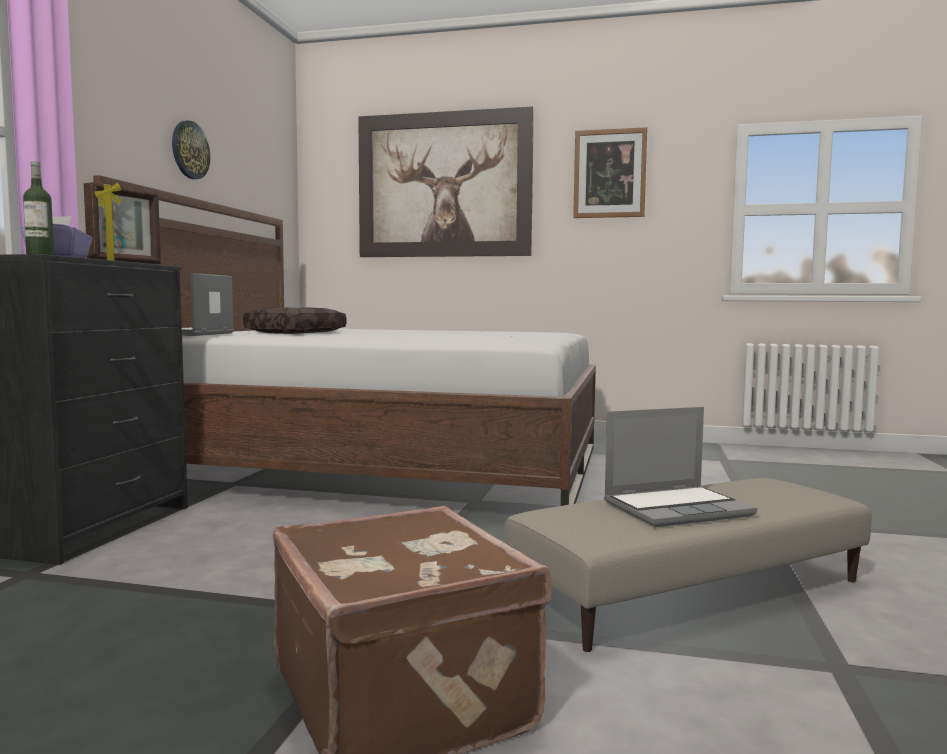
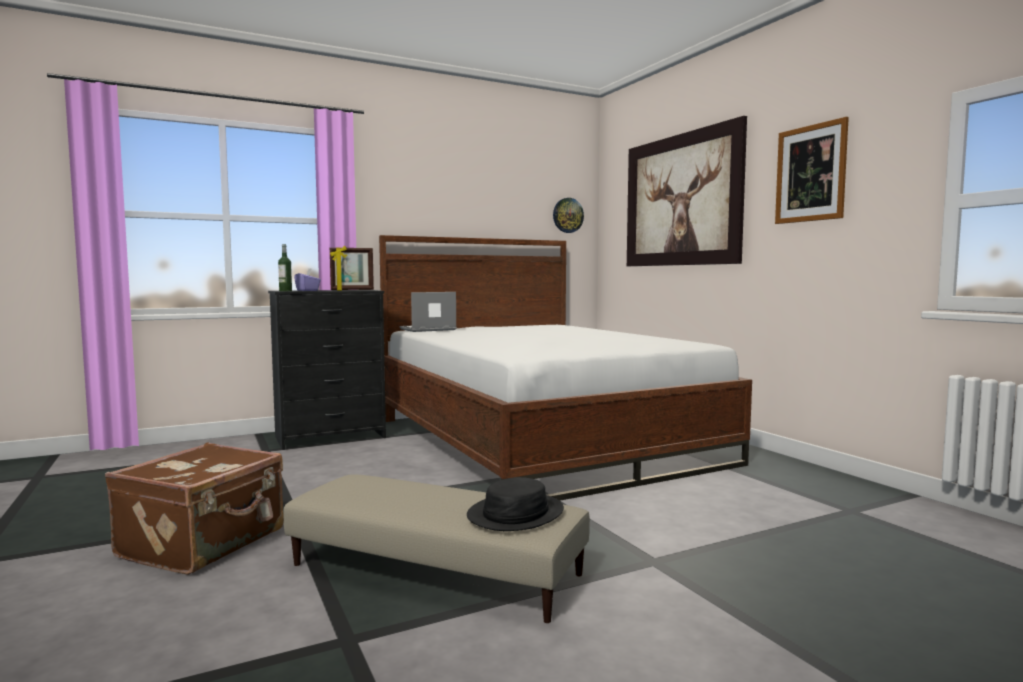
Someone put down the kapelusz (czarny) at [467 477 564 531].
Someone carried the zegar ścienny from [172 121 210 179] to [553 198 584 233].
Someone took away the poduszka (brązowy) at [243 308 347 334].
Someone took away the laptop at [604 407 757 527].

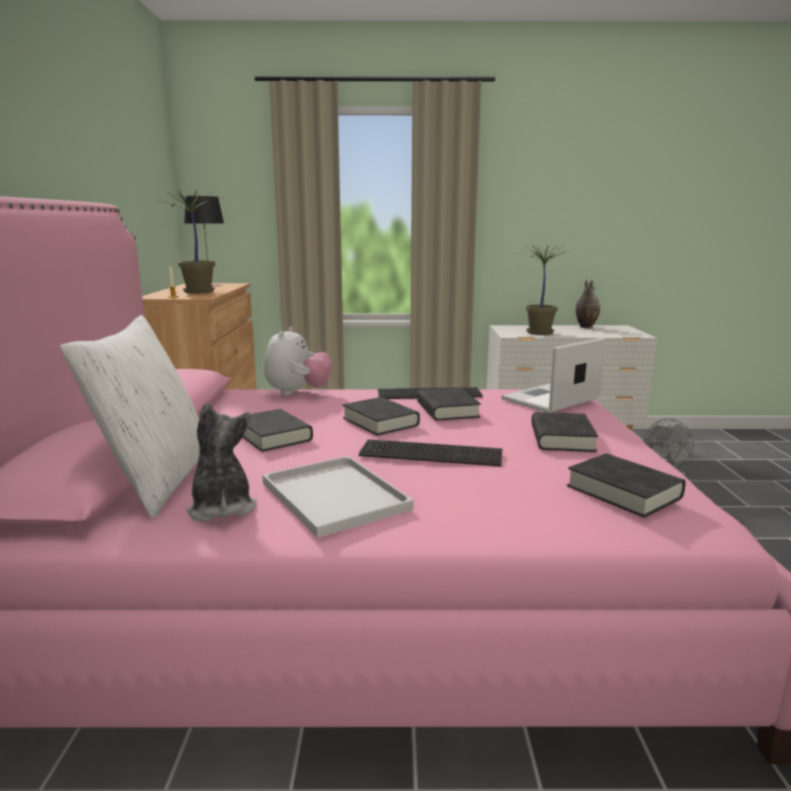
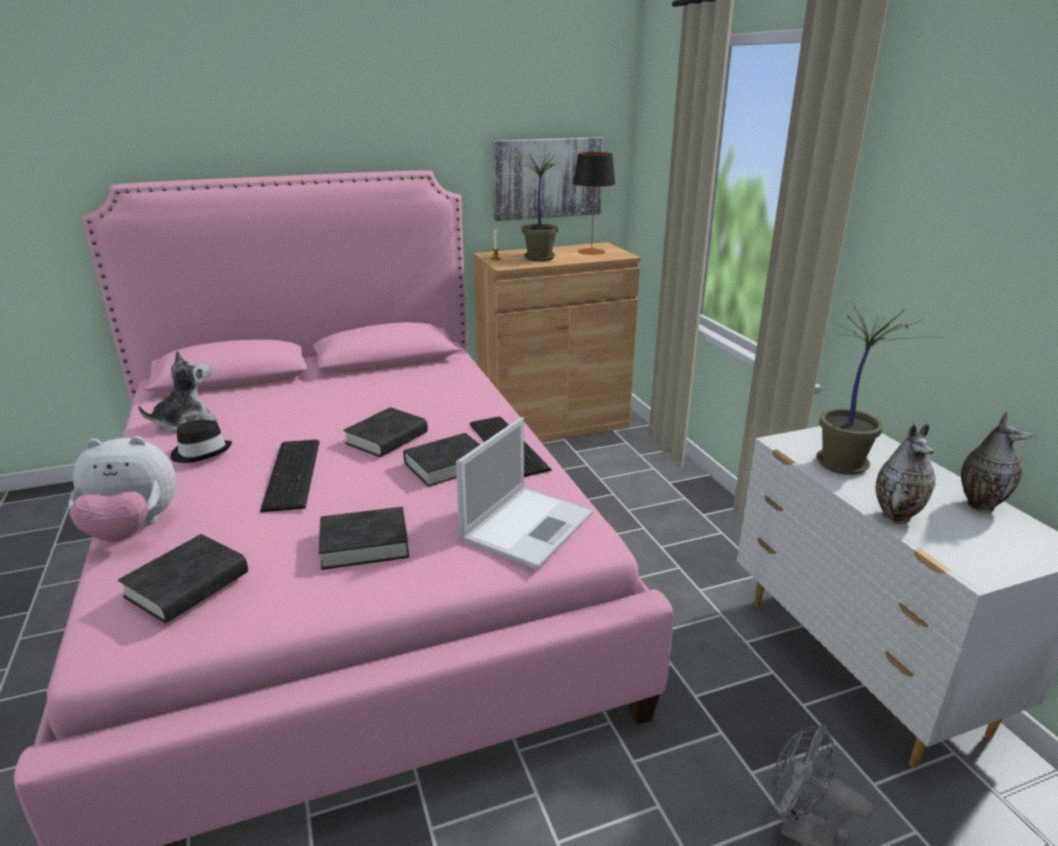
Someone carried the pluszak from [264 327 332 396] to [69 436 176 542].
Someone swapped the taca (biały) at [262 456 414 538] for the kapelusz (czarny) at [170 420 232 463].
Someone rotated the laptop at [501 338 606 412] by 90 degrees clockwise.
Someone put up the obraz at [492 137 604 221].
Someone put down the wazon at [875 423 936 524].
Someone took away the poduszka (biały) at [60 315 200 518].
Someone took away the książka (czarny) at [234 409 313 452].

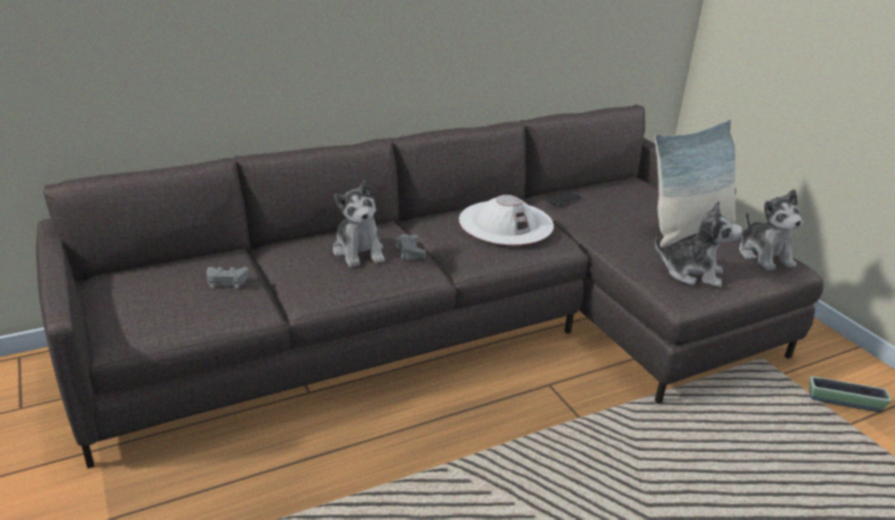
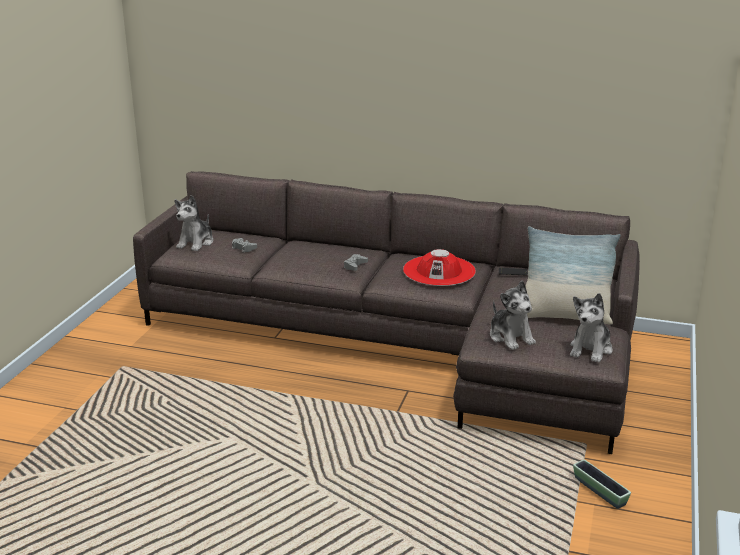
Someone carried the pluszak from [333 180 385 267] to [175 195 213 251].
Someone repainted the kapelusz (biały) at [459 195 554 245], which became the kapelusz (czerwony) at [403 249 476 286].

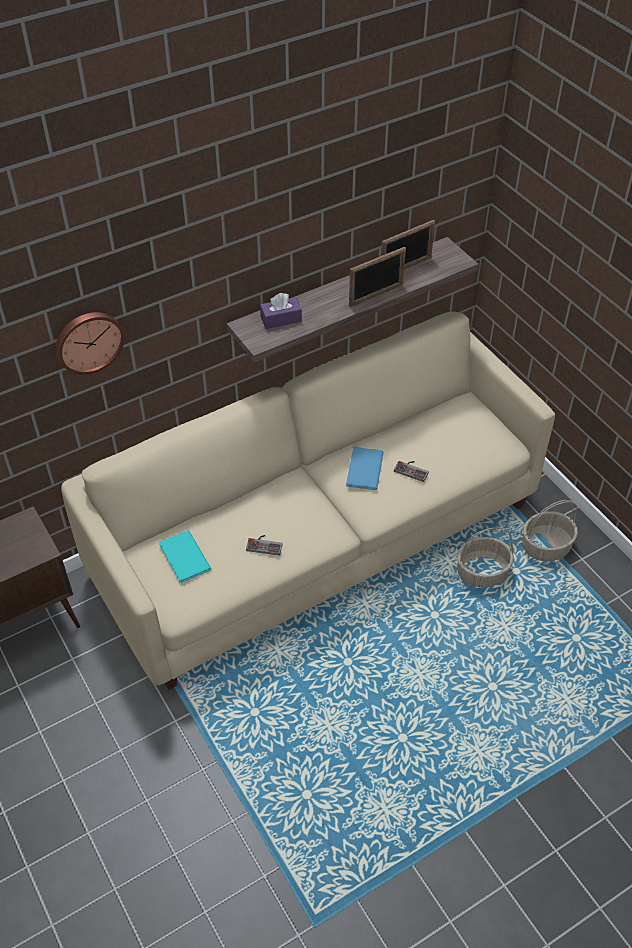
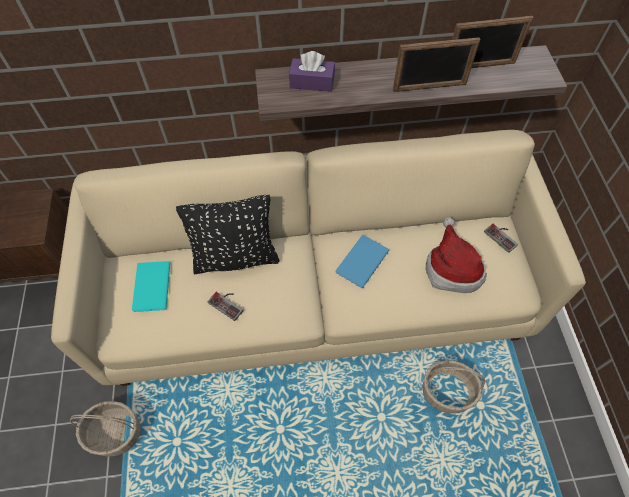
Someone carried the koszyk from [522 500 578 561] to [70 401 141 457].
Someone put down the poduszka (czarny) at [176 194 279 275].
Someone put down the kapelusz at [426 217 487 293].
Someone carried the pad do gier from [394 461 429 482] to [484 224 518 253].
Someone took away the zegar ścienny at [56 312 125 375].

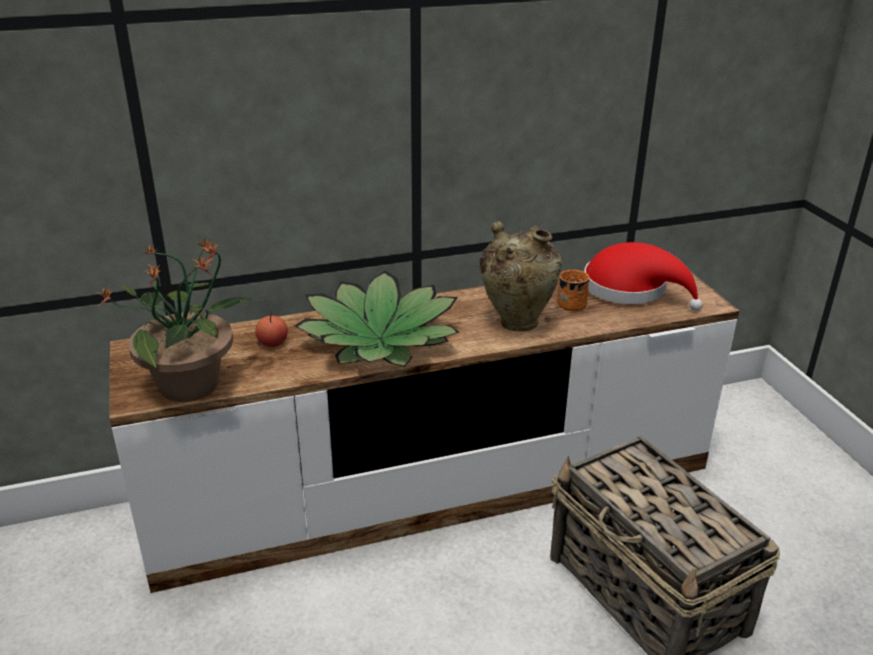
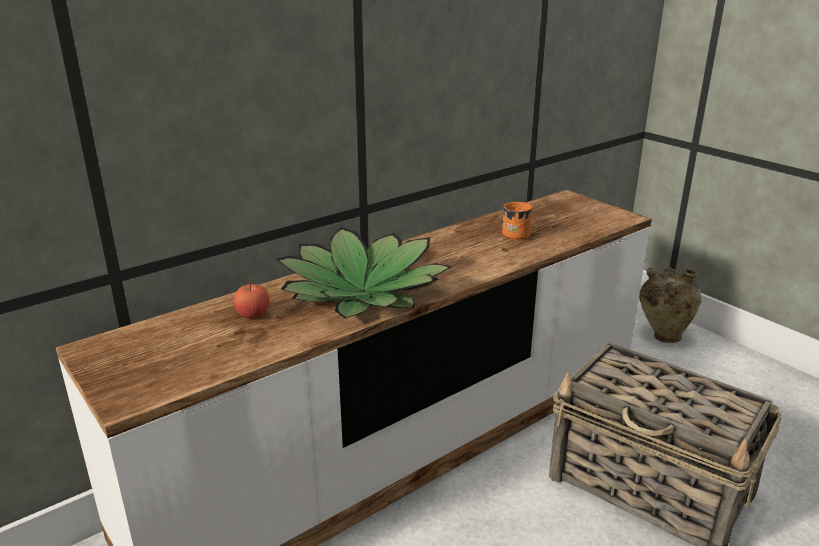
Someone carried the wazon (beżowy) from [480 221 562 331] to [639 267 701 343].
Someone took away the roślina doniczkowa at [95 238 253 402].
Someone took away the kapelusz (czerwony) at [584 242 703 311].

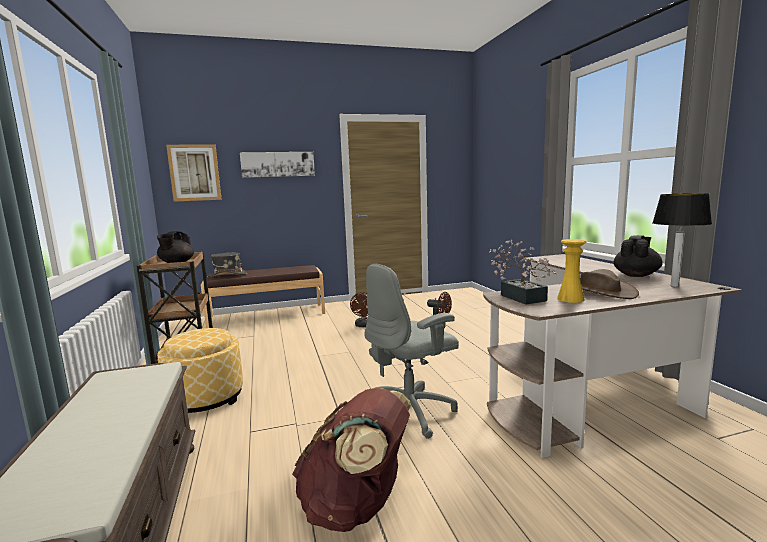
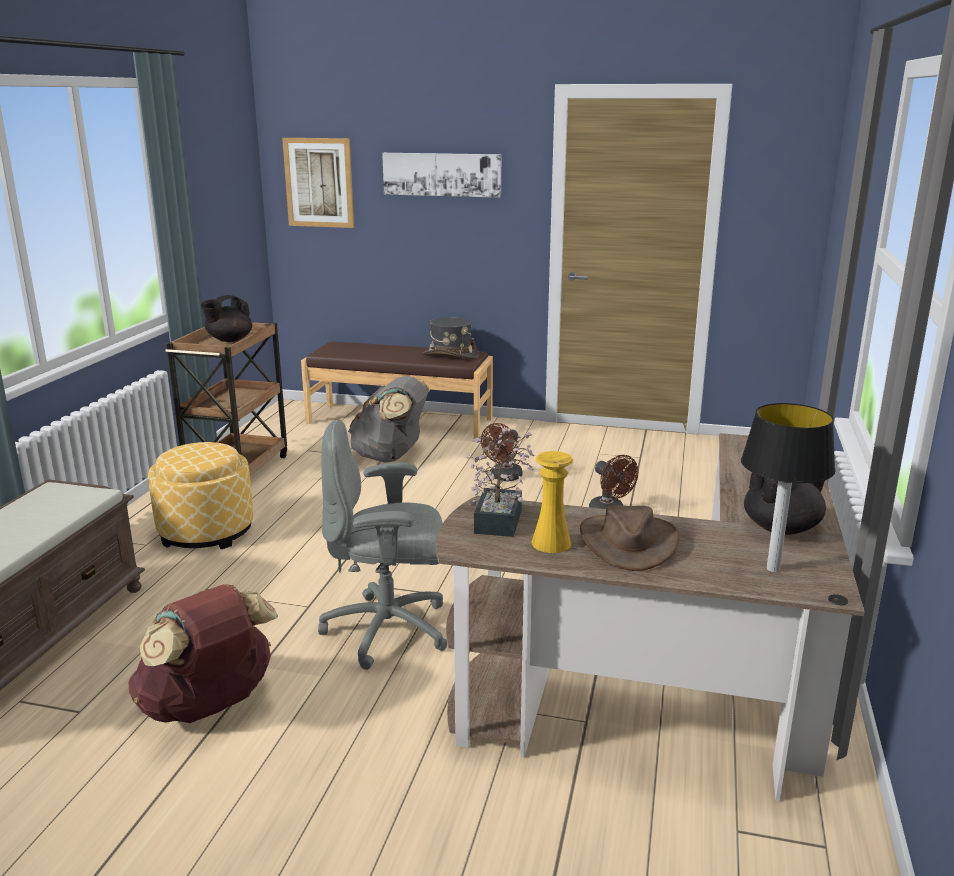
Someone put down the plecak (szary) at [348 376 430 463].
Someone carried the kapelusz (szary) from [208 253 247 277] to [423 318 480 359].

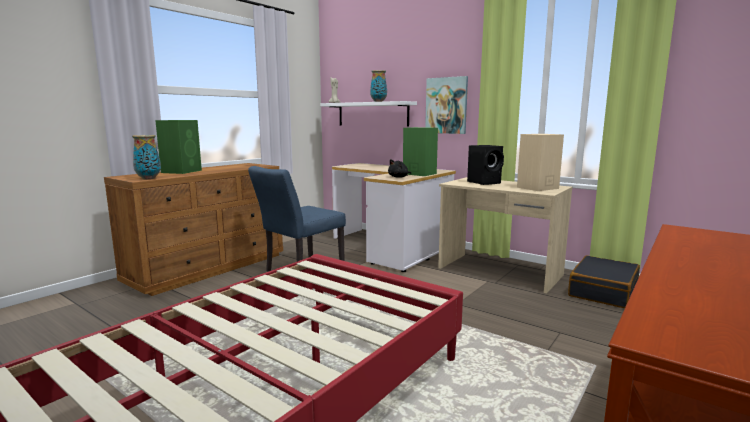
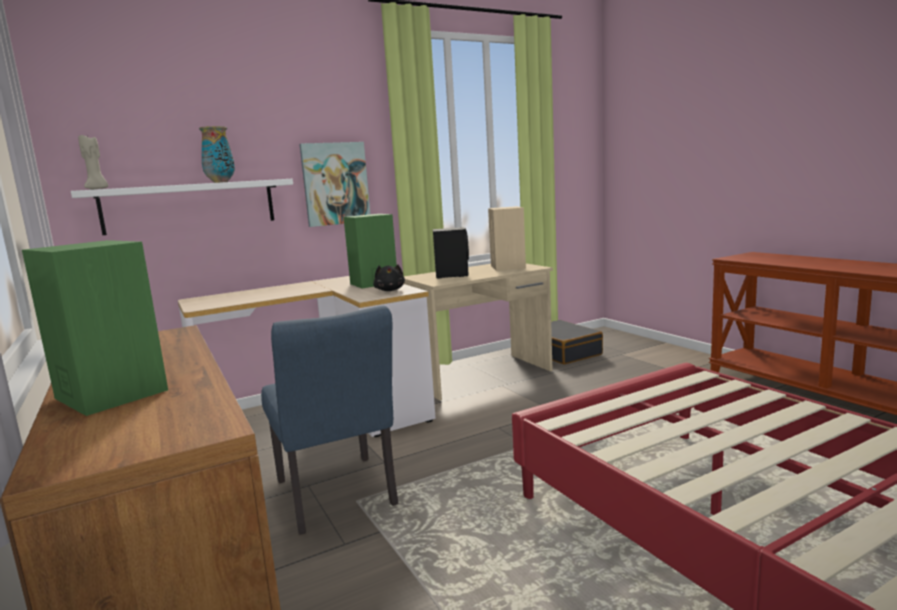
Someone took away the wazon at [132 135 161 179].

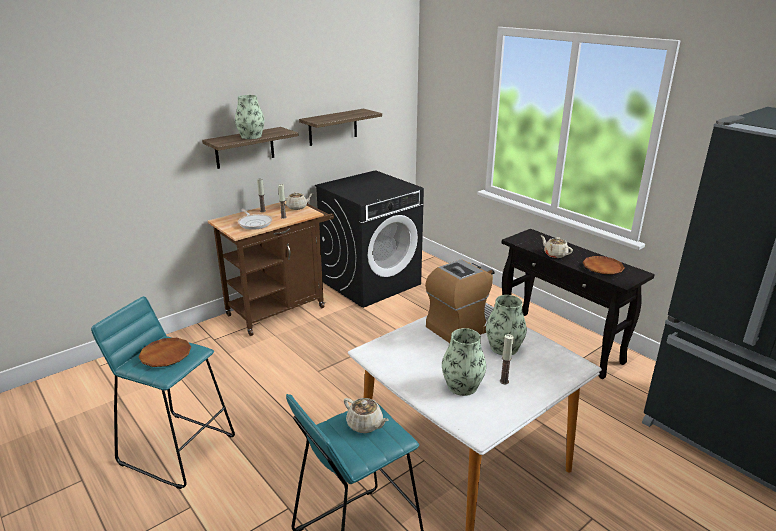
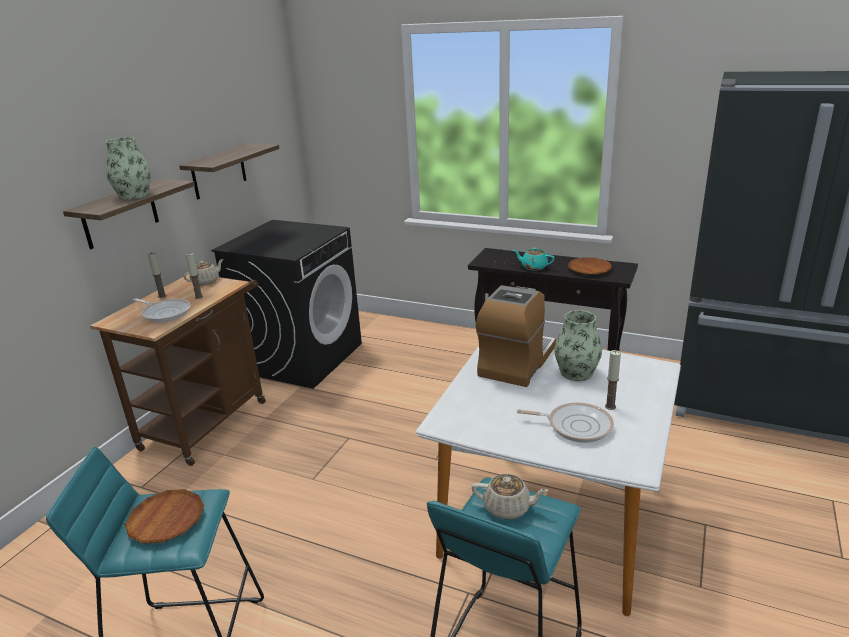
Someone repainted the imbryk (beżowy) at [541 235 573 258], which became the imbryk (turkusowy) at [513 248 555 271].
Someone swapped the wazon at [442 328 486 396] for the patelnia at [517 403 614 443].

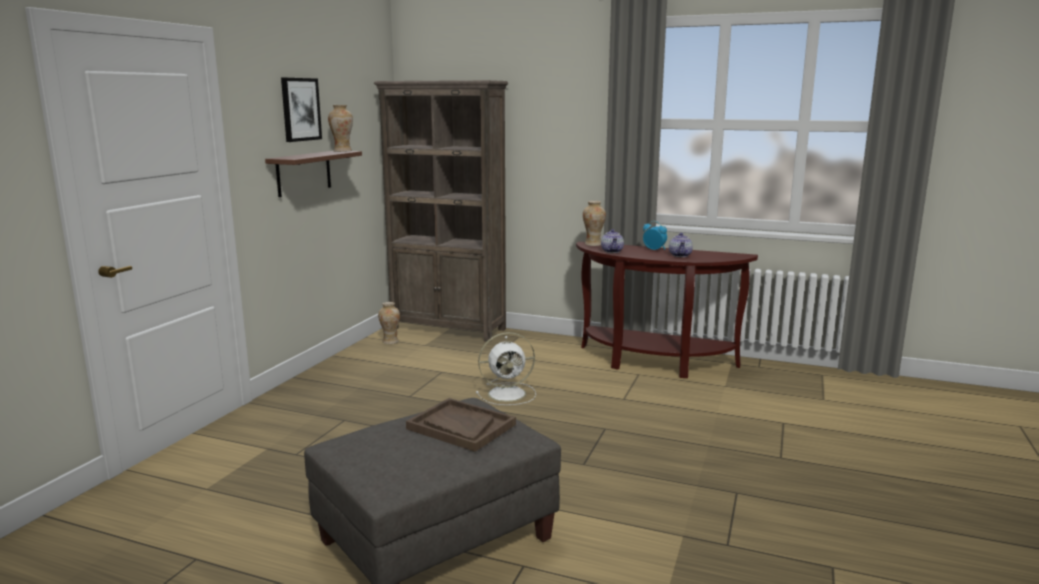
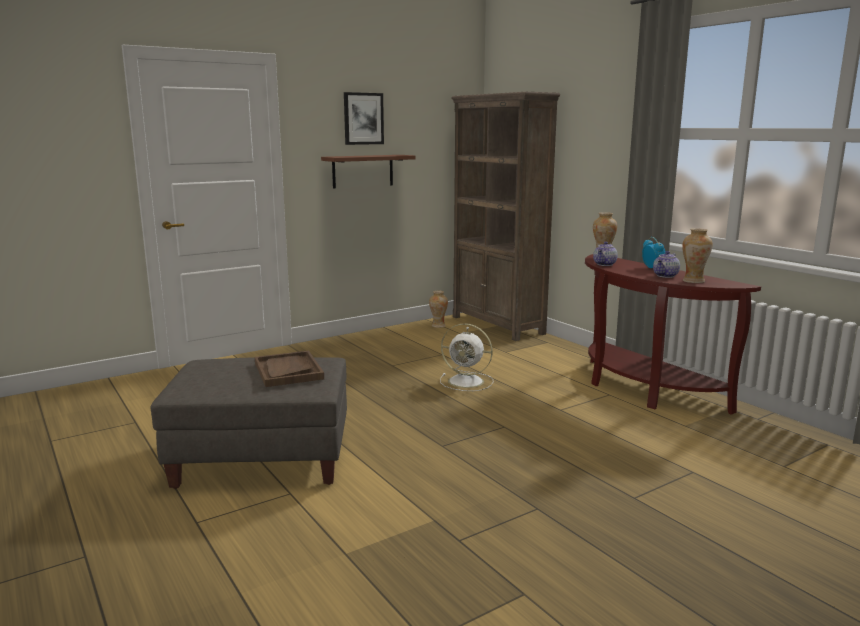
Someone carried the wazon from [328 105 353 152] to [682 228 713 283].

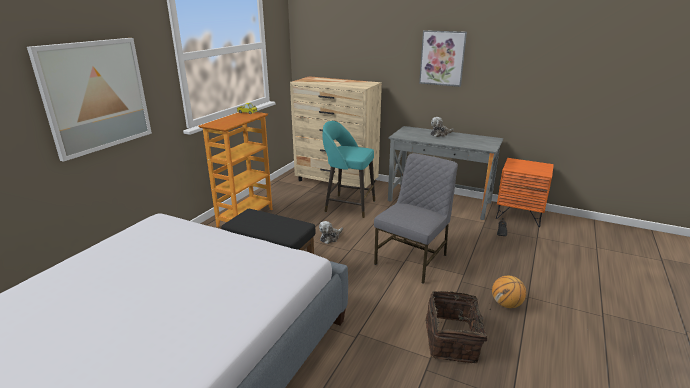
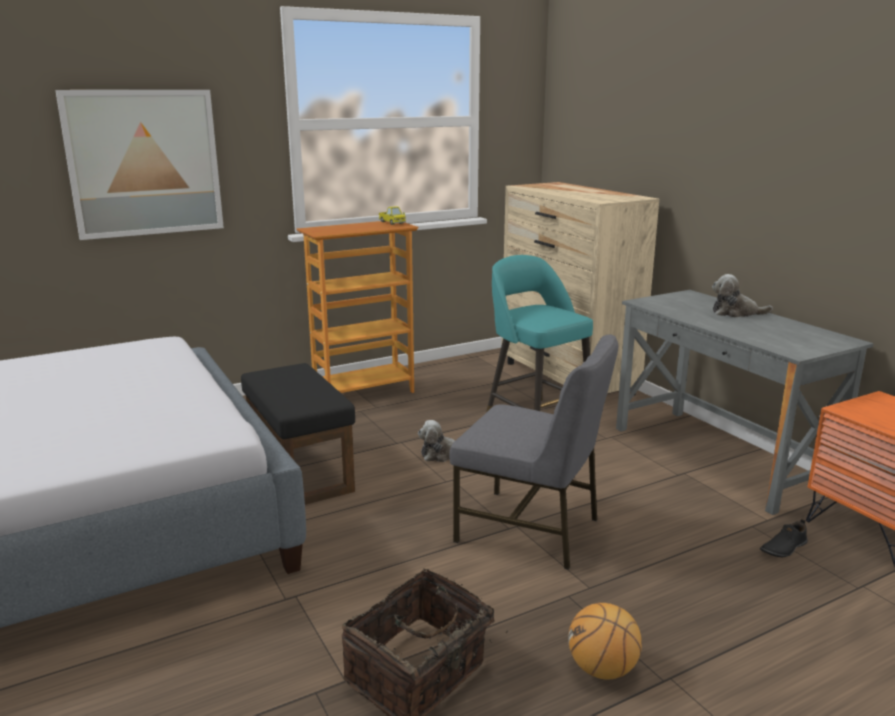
Someone rotated the krzesło (szary) at [374 153 458 284] by 45 degrees clockwise.
Someone took away the obraz at [419 30 467 87].

